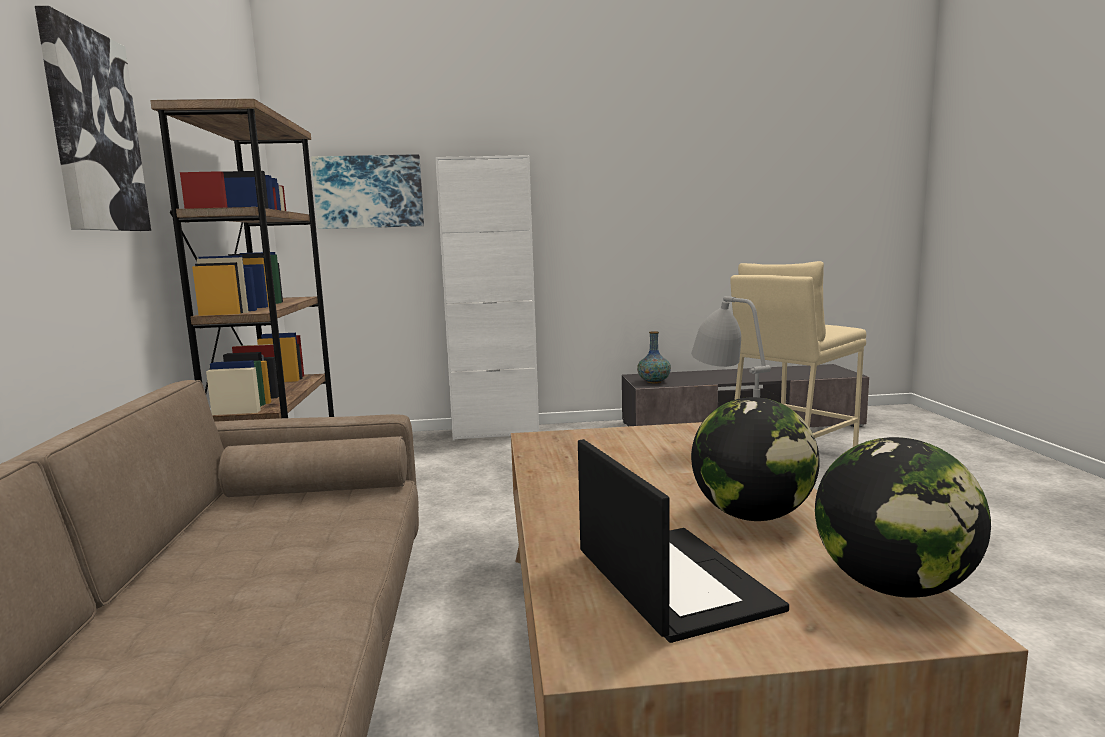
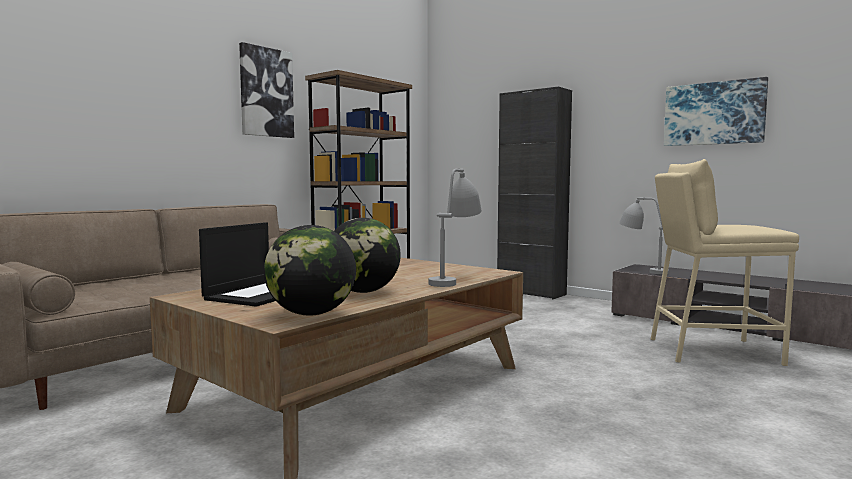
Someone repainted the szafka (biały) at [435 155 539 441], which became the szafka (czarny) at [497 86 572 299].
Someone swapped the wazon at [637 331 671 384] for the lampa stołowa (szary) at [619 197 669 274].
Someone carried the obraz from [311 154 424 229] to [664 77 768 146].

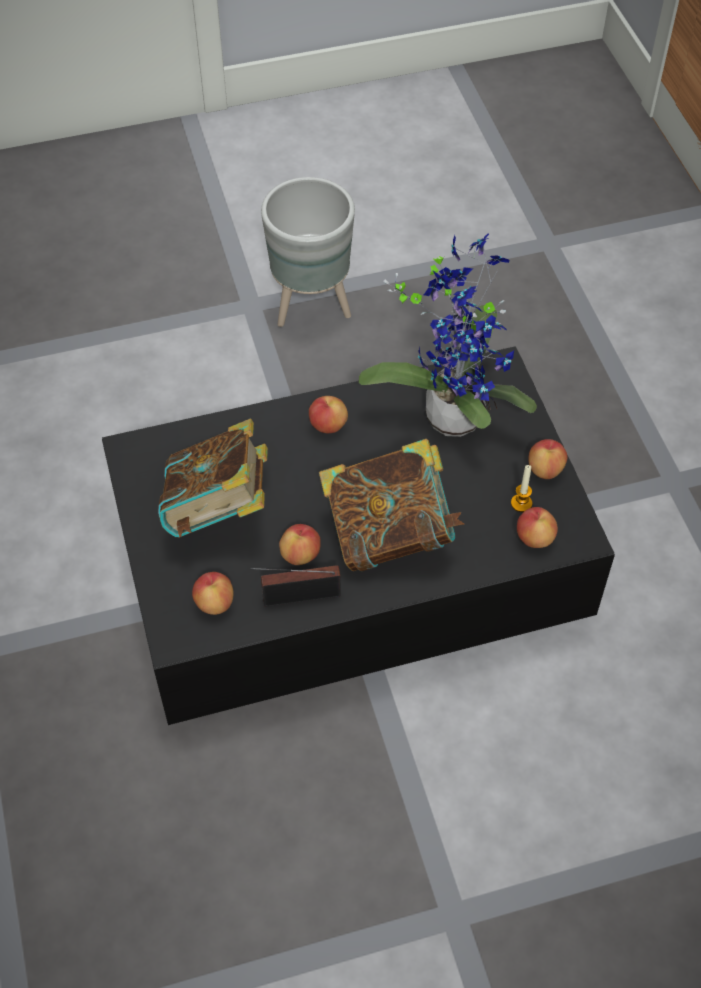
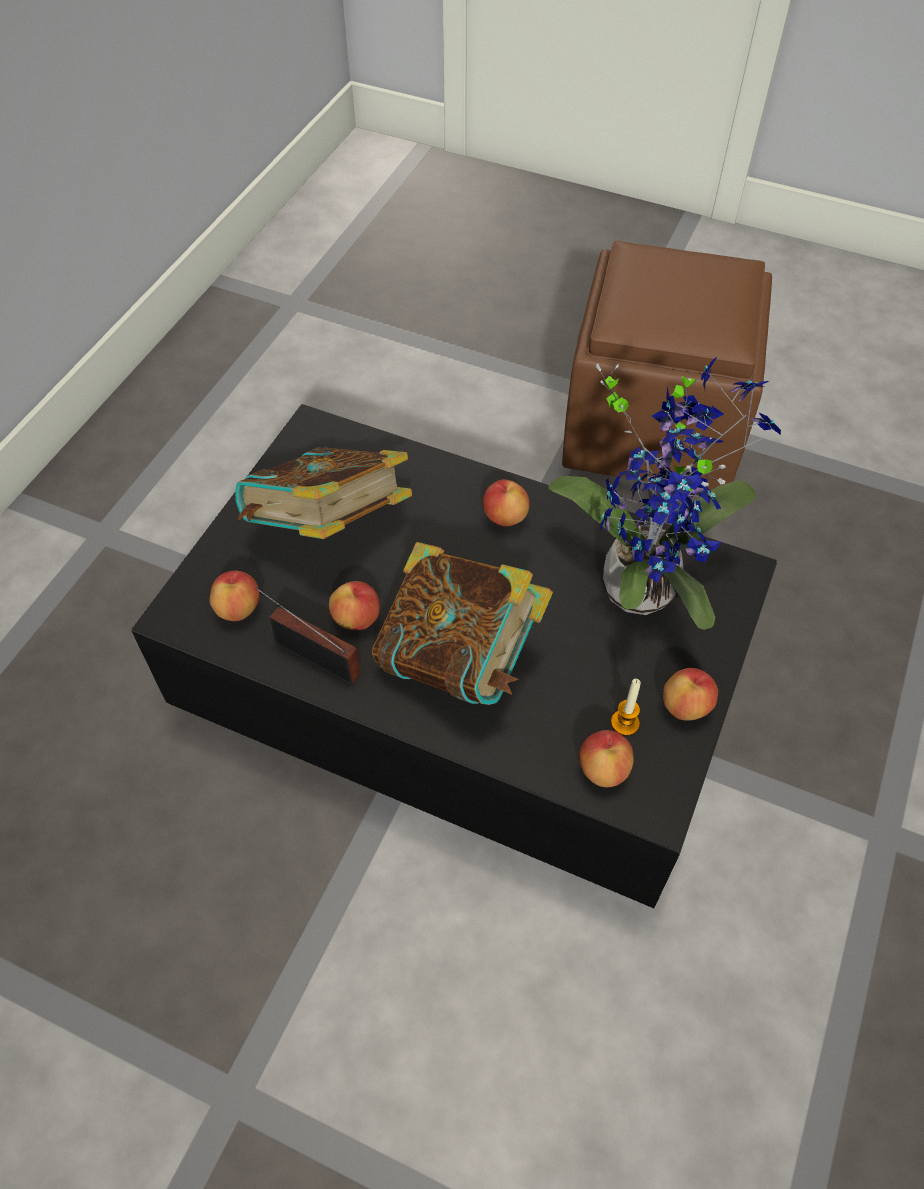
Someone swapped the donica (szary) at [261 177 355 327] for the pufa (brązowy) at [562 241 772 491].

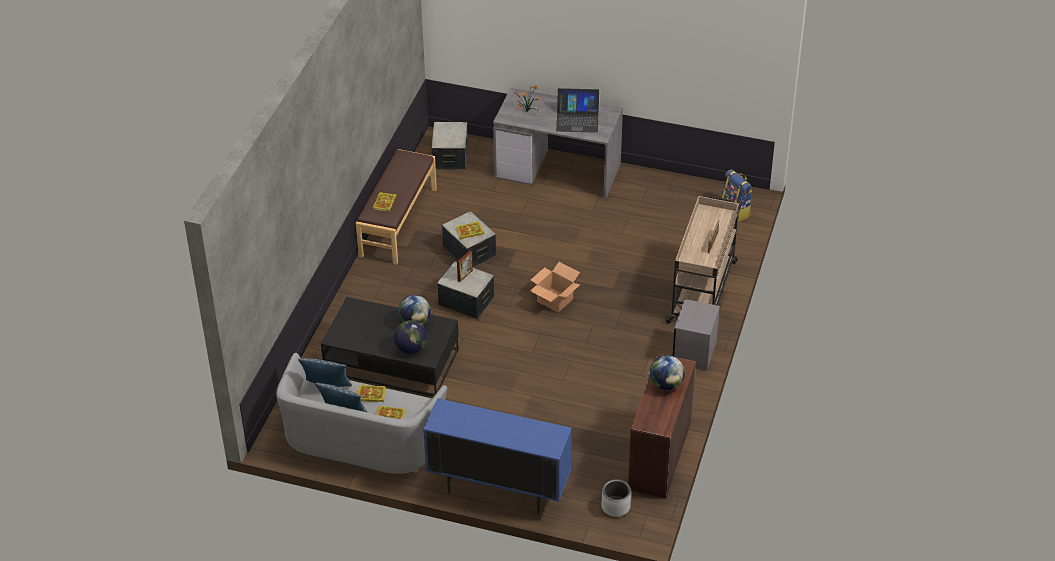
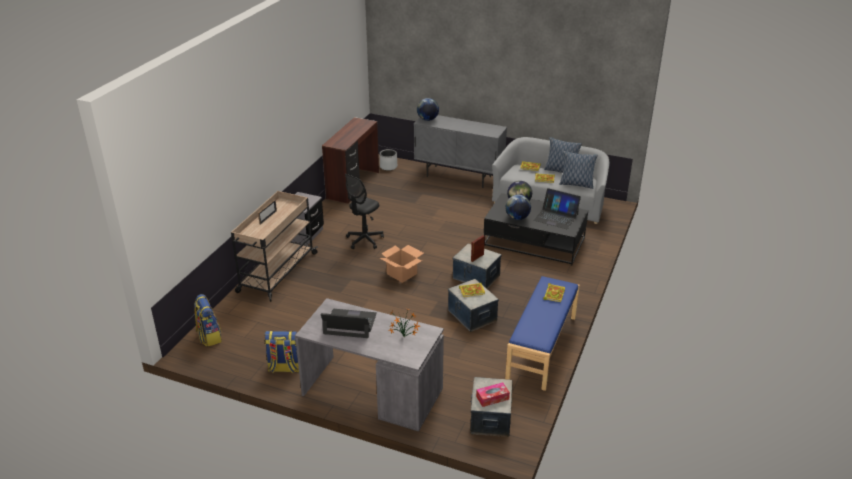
Someone put down the plecak at [265 331 299 373].
Someone put down the krzesło biurowe (czarny) at [345 174 384 249].
Someone repainted the szafka (niebieski) at [423 398 572 514], which became the szafka (szary) at [414 115 507 188].
Someone carried the globus from [650 355 685 390] to [417 98 439 121].
Someone put down the pudełko chusteczek at [476 382 510 407].
Someone repainted the ławka (brązowy) at [356 149 437 265], which became the ławka (niebieski) at [505 276 580 391].
Someone put down the laptop at [534 188 581 229].

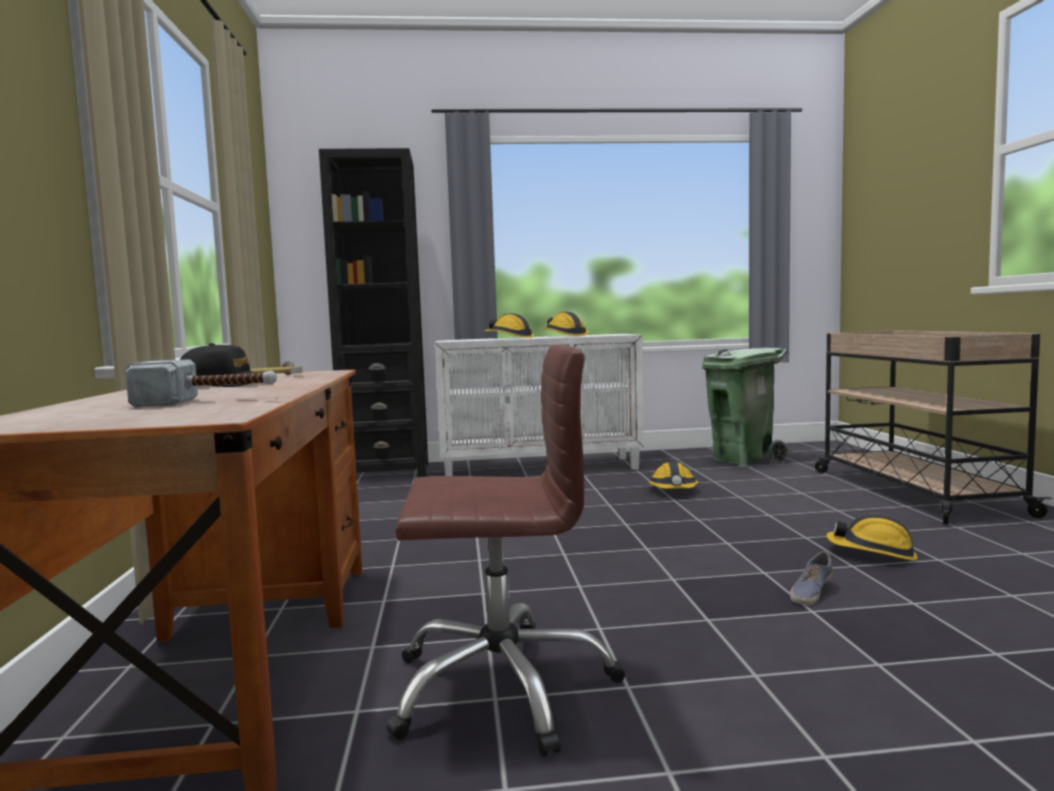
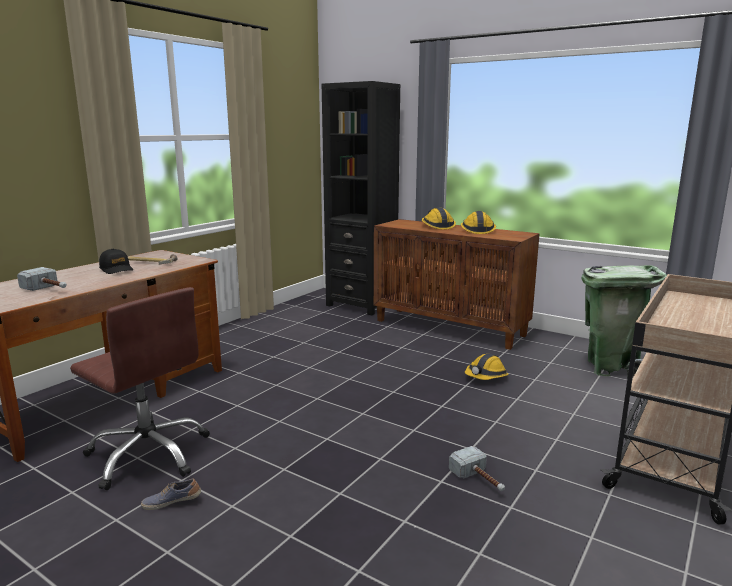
Someone carried the but from [790 551 833 605] to [141 478 201 510].
Someone repainted the szafka (biały) at [435 334 644 476], which became the szafka (brązowy) at [374 219 540 350].
Someone swapped the kask at [826 513 918 561] for the młotek at [449 446 505 491].

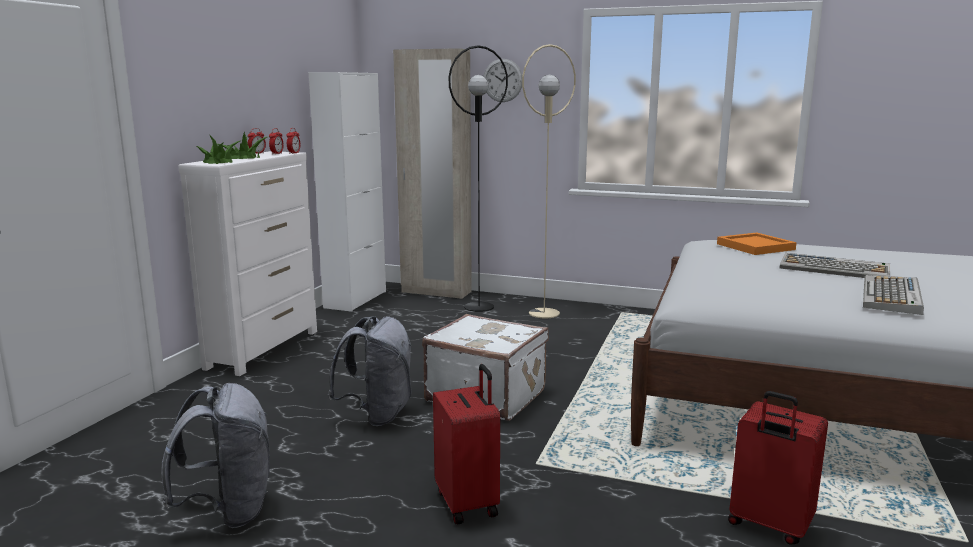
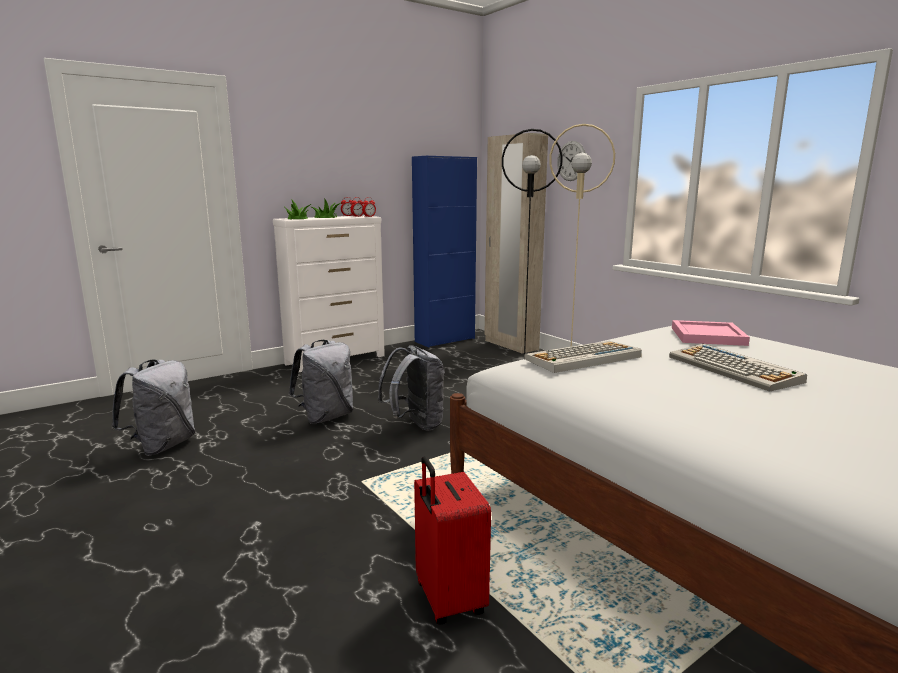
Someone swapped the walizka (biały) at [422 314 549 421] for the plecak (szary) at [377 345 445 431].
Someone repainted the szafka (biały) at [309 72 386 312], which became the szafka (niebieski) at [412 156 477 348].
Someone carried the klawiatura from [863 275 924 315] to [524 341 642 373].
Someone repainted the taca (pomarańczowy) at [717 232 797 255], which became the taca (różowy) at [672 320 750 346].
Someone took away the walizka (czerwony) at [433 364 500 525].

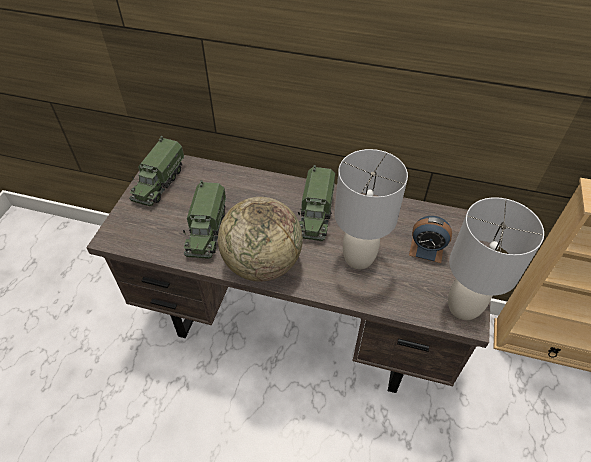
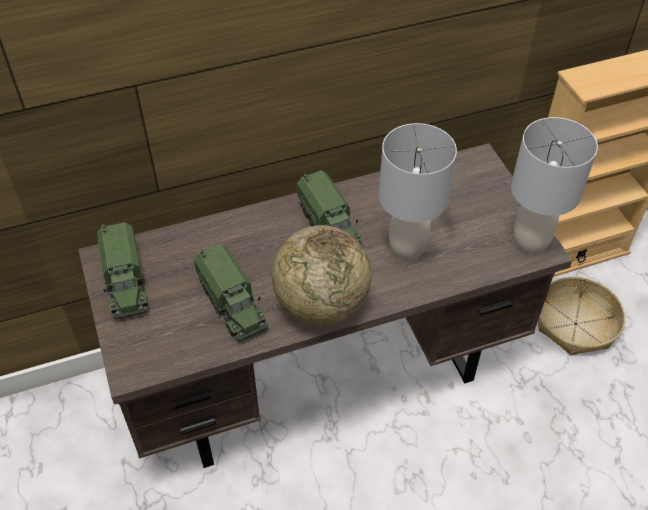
Someone put down the koszyk at [538 277 625 355].
Someone took away the budzik at [409 216 452 263].

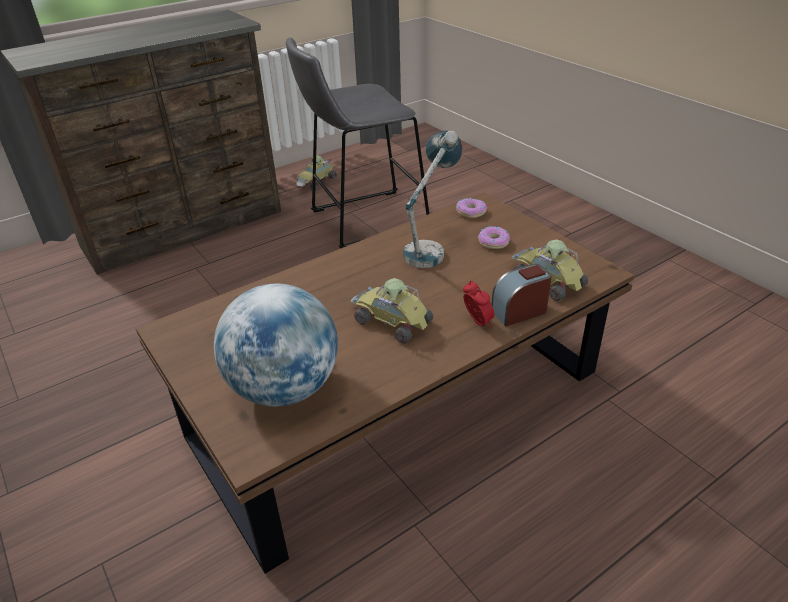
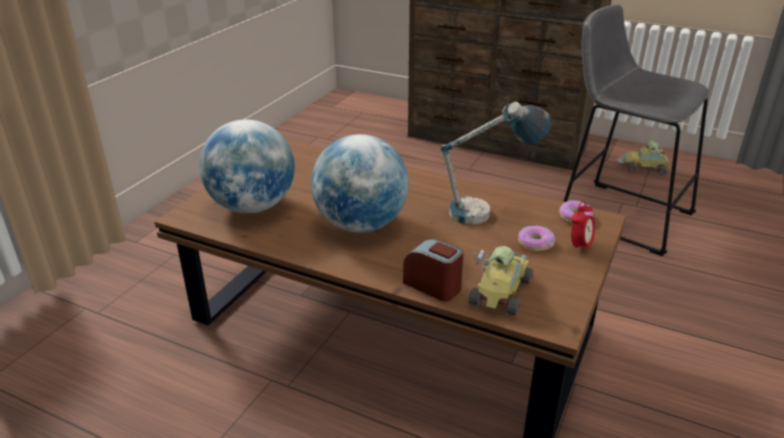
Someone swapped the samochodzik at [350 278 433 344] for the globus at [311 134 409 233].
Someone carried the budzik from [463 280 495 327] to [571 201 595 254].

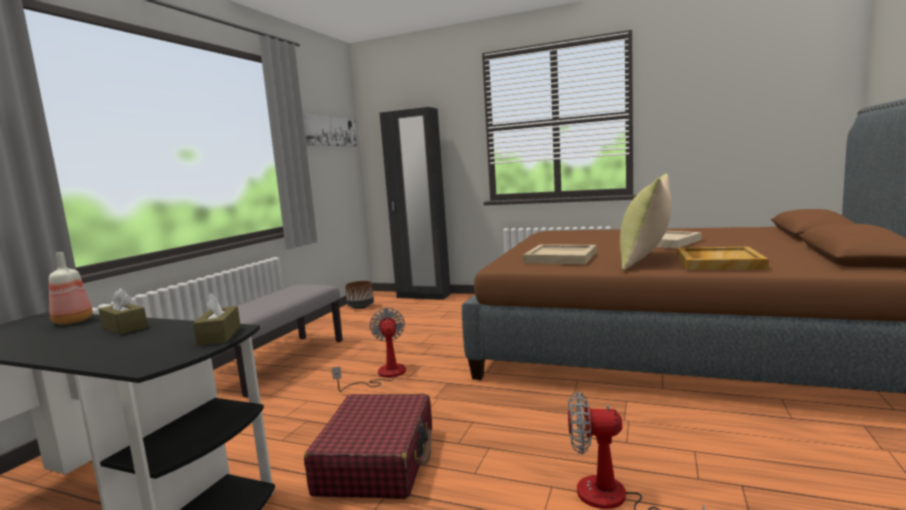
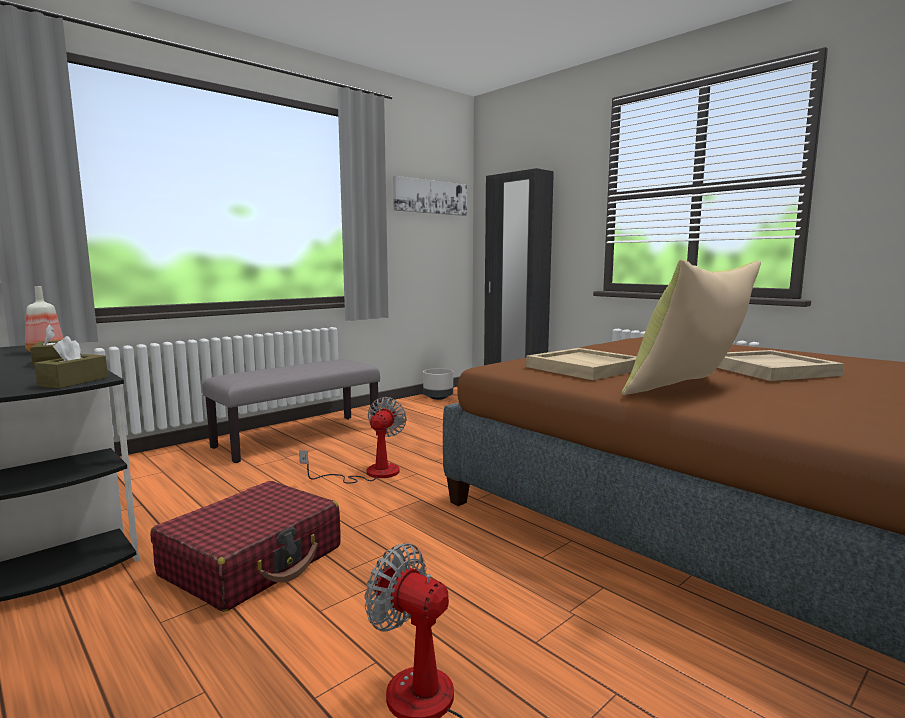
Someone repainted the donica (brązowy) at [345 281 374 309], which became the donica (szary) at [423 368 453 400].
Someone took away the taca (beżowy) at [677 247 769 270].

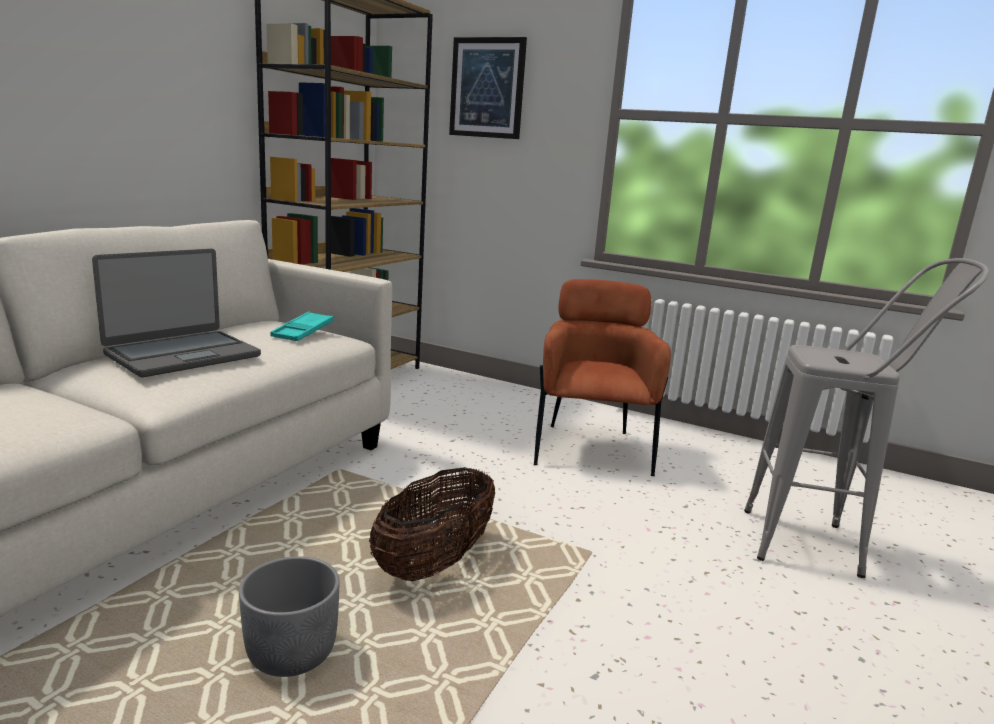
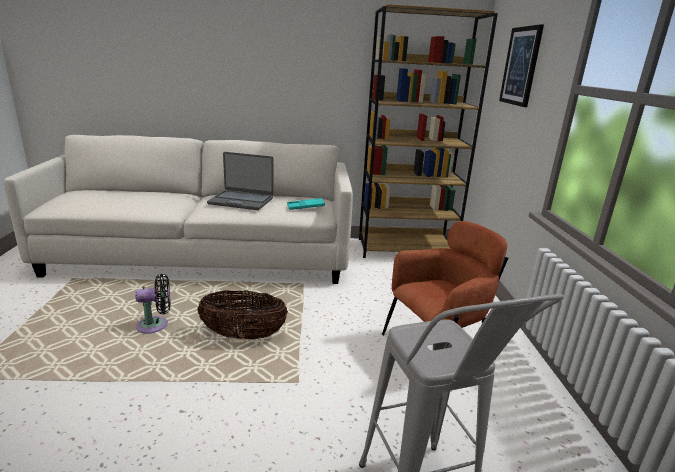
Someone swapped the donica (szary) at [239 556 340 677] for the wentylator (czarny) at [135 274 171 334].

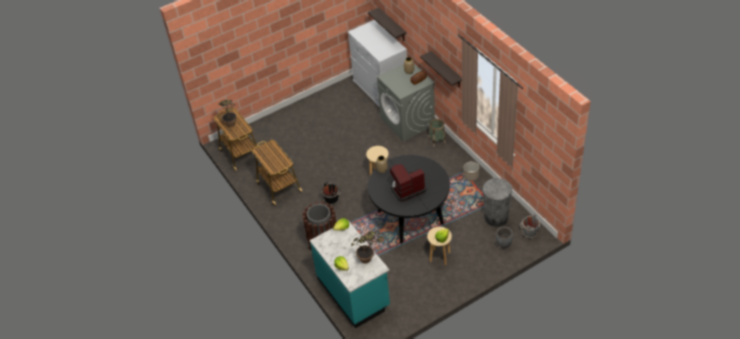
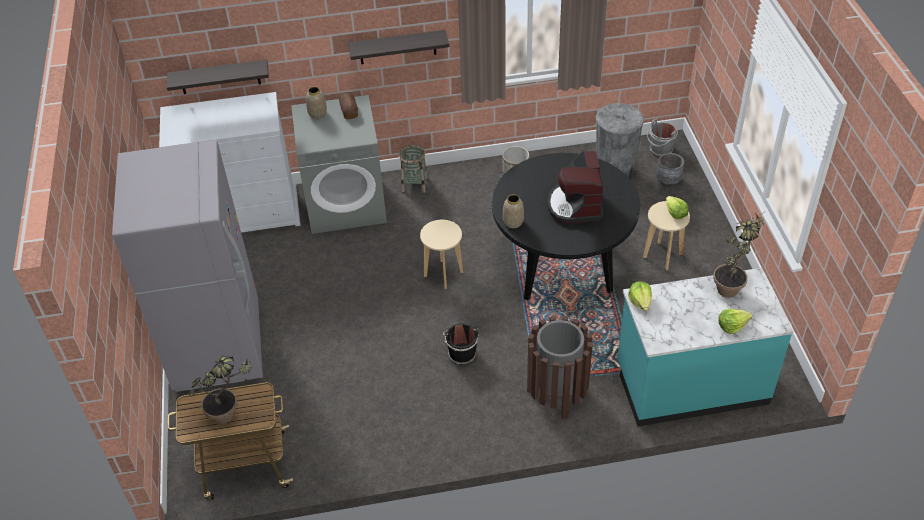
Someone put down the lodówka (szary) at [112 140 263 392].
Someone took away the wózek at [252 140 303 206].

